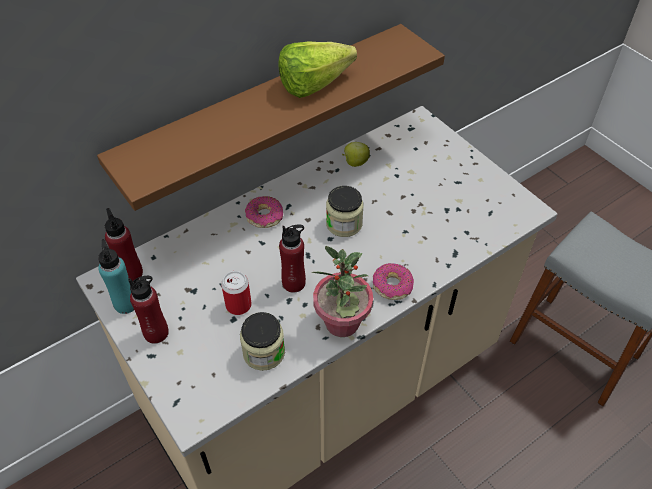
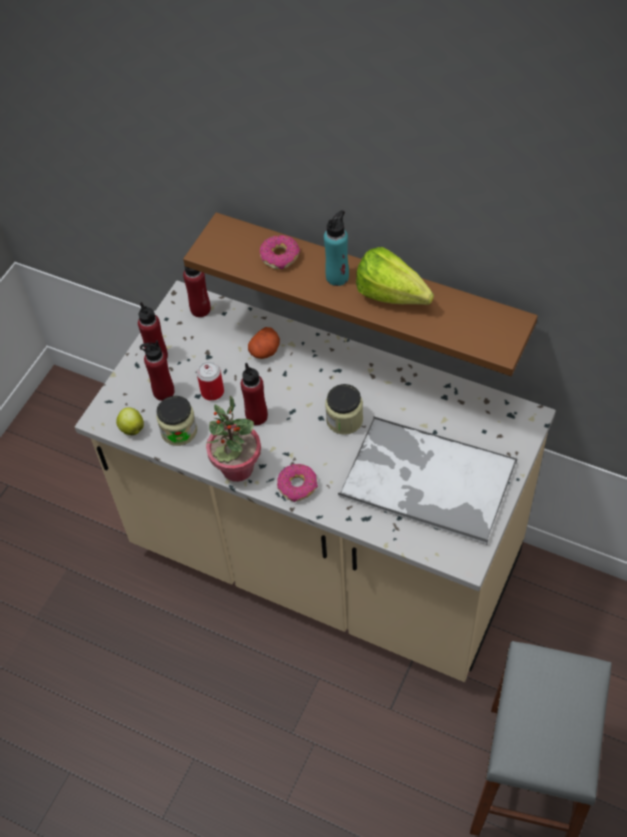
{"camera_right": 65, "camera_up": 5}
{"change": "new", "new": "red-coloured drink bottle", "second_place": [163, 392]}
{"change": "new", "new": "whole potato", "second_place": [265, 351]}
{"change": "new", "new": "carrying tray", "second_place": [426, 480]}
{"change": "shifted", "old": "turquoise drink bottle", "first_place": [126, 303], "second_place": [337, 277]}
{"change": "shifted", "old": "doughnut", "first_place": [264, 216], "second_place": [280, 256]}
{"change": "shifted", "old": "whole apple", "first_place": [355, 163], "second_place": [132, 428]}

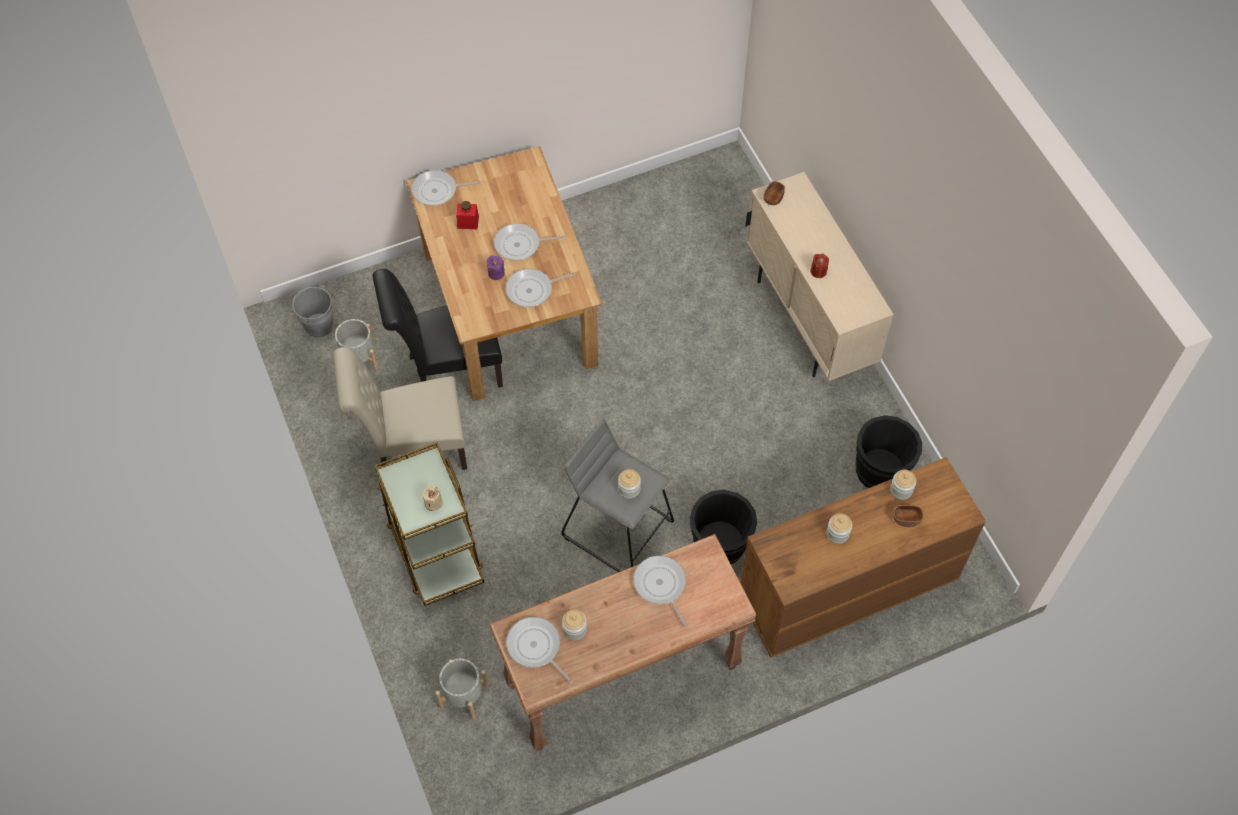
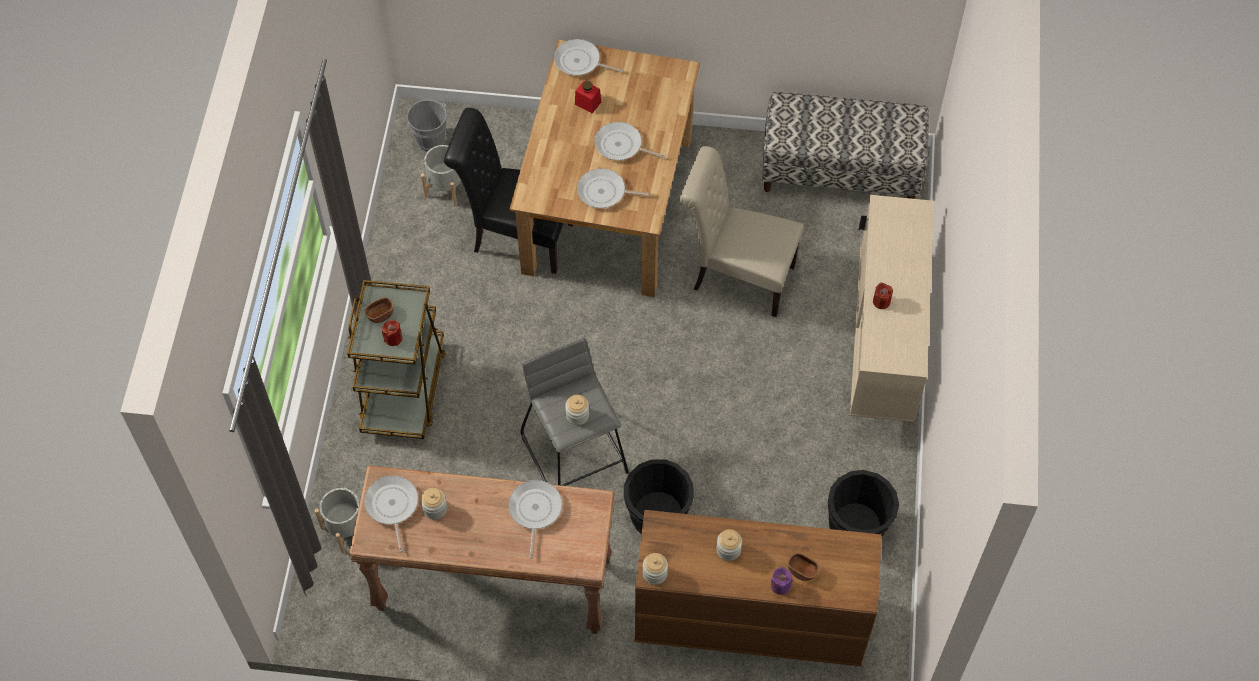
{"camera_right": 30, "camera_up": 0}
{"change": "new", "new": "indoor bench", "second_place": [840, 171]}
{"change": "shifted", "old": "beige plain chair", "first_place": [413, 449], "second_place": [737, 276]}
{"change": "shifted", "old": "purple candle", "first_place": [496, 273], "second_place": [780, 585]}
{"change": "shifted", "old": "brownish bowl", "first_place": [773, 198], "second_place": [380, 314]}
{"change": "shifted", "old": "jar", "first_place": [901, 490], "second_place": [655, 573]}
{"change": "repainted", "old": "beige candle", "new": "red-coloured candle", "first_place": [433, 503], "second_place": [393, 338]}

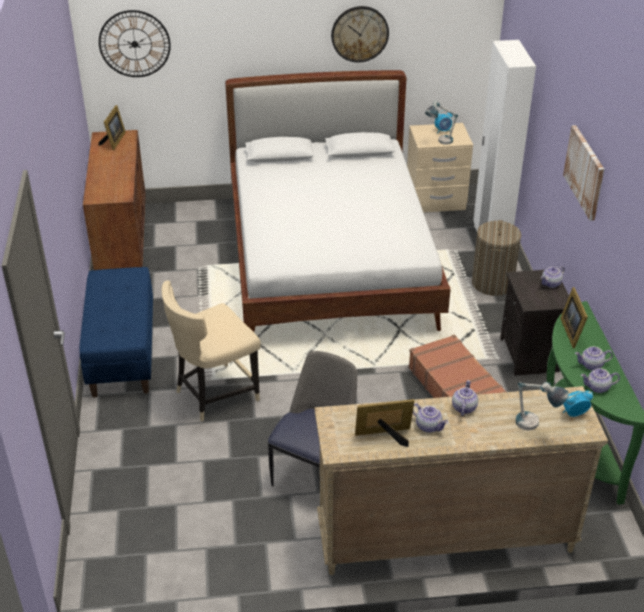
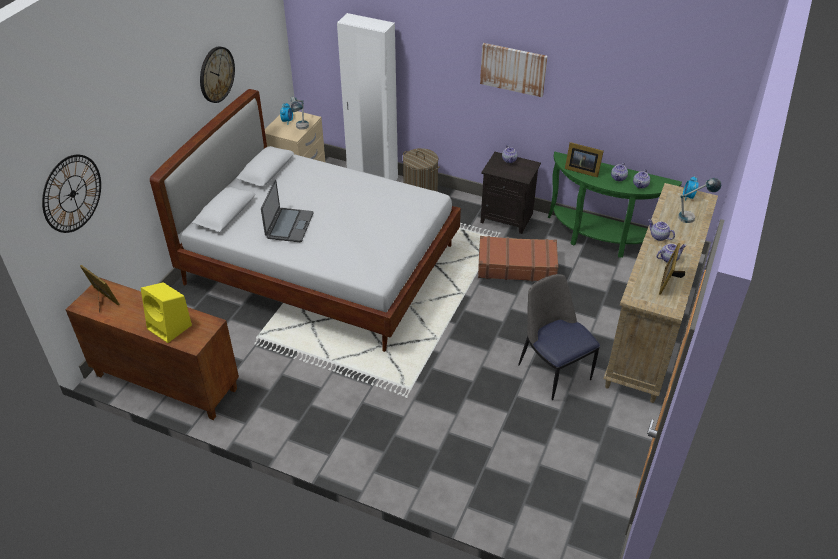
{"camera_right": -60, "camera_up": 5}
{"change": "gone", "old": "bluish indoor bench", "first_place": [122, 353]}
{"change": "gone", "old": "beige plain chair", "first_place": [214, 394]}
{"change": "new", "new": "yellow-coloured audio speaker", "second_place": [170, 327]}
{"change": "new", "new": "portable computer", "second_place": [289, 225]}

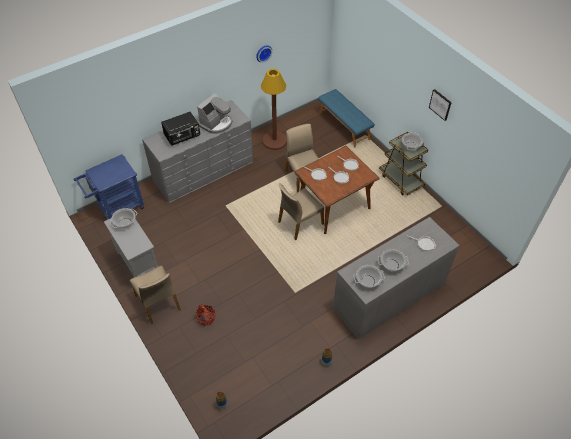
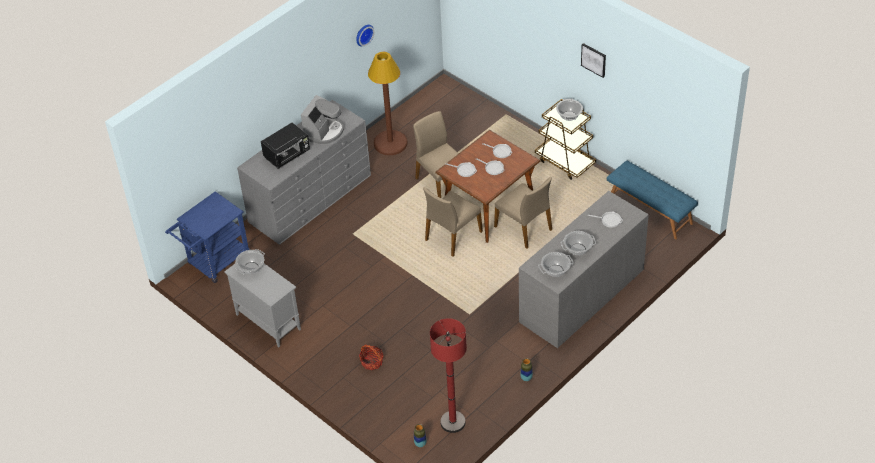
{"camera_right": -10, "camera_up": -5}
{"change": "new", "new": "red-coloured standing lamp", "second_place": [453, 422]}
{"change": "shifted", "old": "beige plain chair", "first_place": [158, 303], "second_place": [524, 228]}
{"change": "shifted", "old": "bluish indoor bench", "first_place": [344, 126], "second_place": [650, 210]}

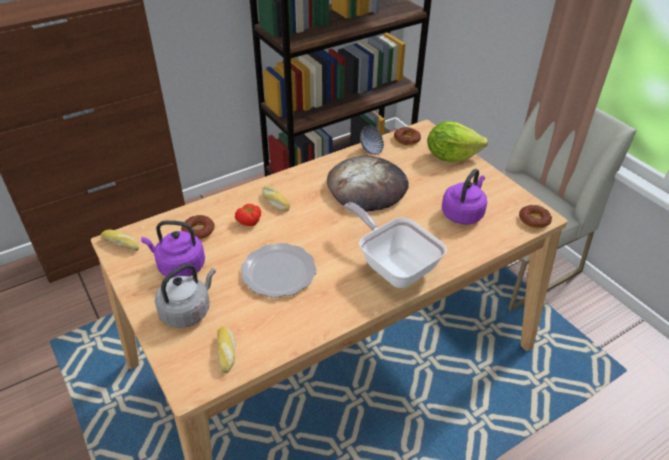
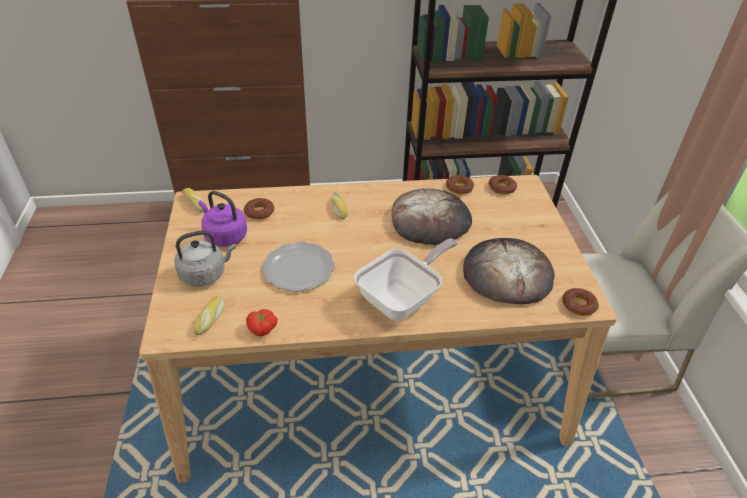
{"camera_right": 25, "camera_up": 0}
{"change": "gone", "old": "lettuce head", "first_place": [451, 156]}
{"change": "shifted", "old": "tomato", "first_place": [249, 222], "second_place": [262, 329]}
{"change": "swapped", "old": "bowl", "new": "doughnut", "first_place": [371, 150], "second_place": [459, 188]}
{"change": "swapped", "old": "purple water kettle", "new": "bread", "first_place": [463, 213], "second_place": [507, 274]}
{"change": "rotated", "old": "pan", "first_place": [393, 265], "second_place": [403, 299], "degrees": 60}

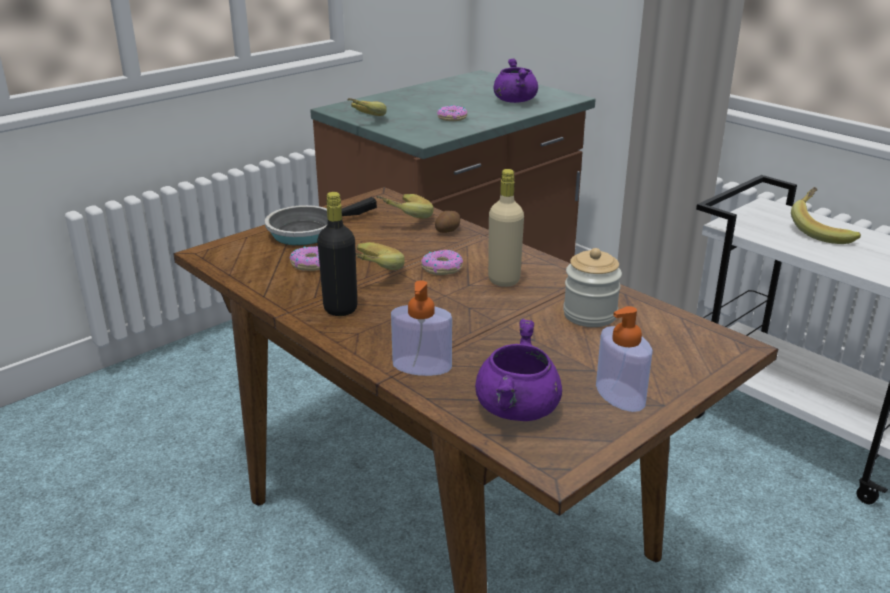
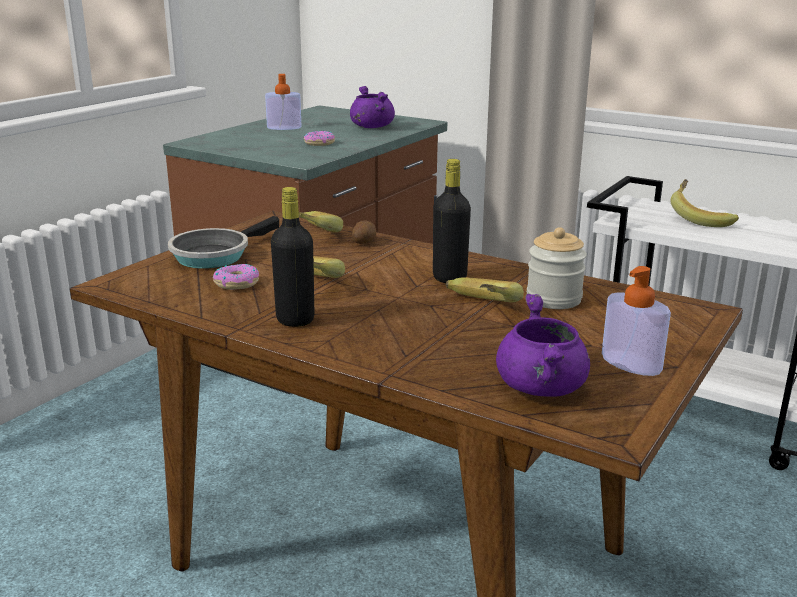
{"camera_right": -15, "camera_up": -5}
{"change": "gone", "old": "doughnut", "first_place": [442, 268]}
{"change": "shifted", "old": "banana", "first_place": [360, 119], "second_place": [477, 310]}
{"change": "shifted", "old": "liquid soap bottle", "first_place": [422, 366], "second_place": [284, 128]}
{"change": "repainted", "old": "beige drink bottle", "new": "black drink bottle", "first_place": [504, 280], "second_place": [449, 278]}

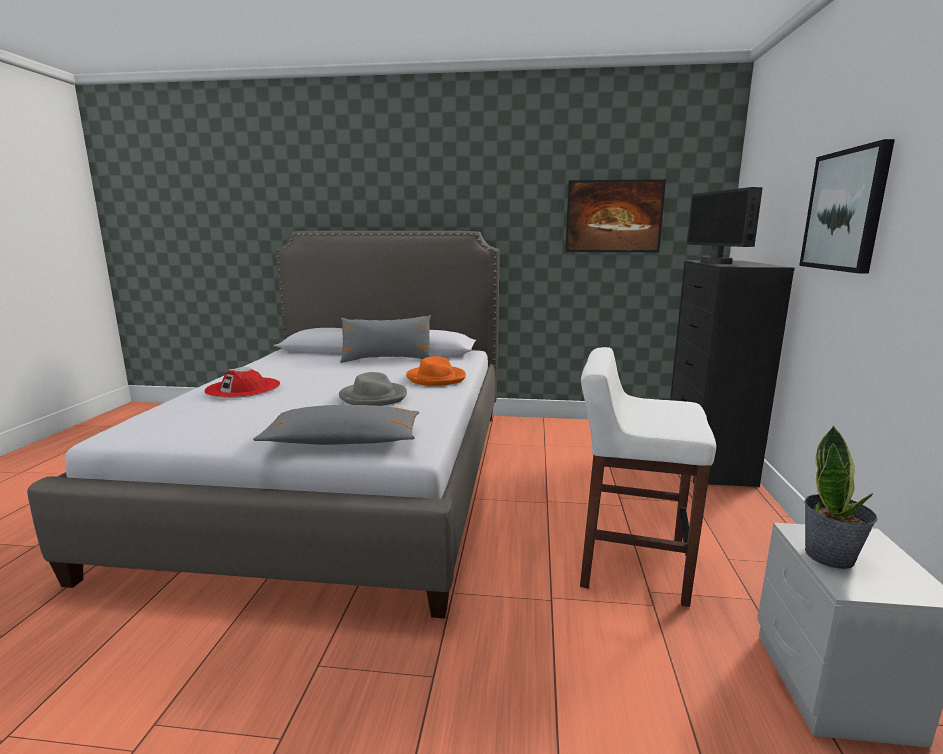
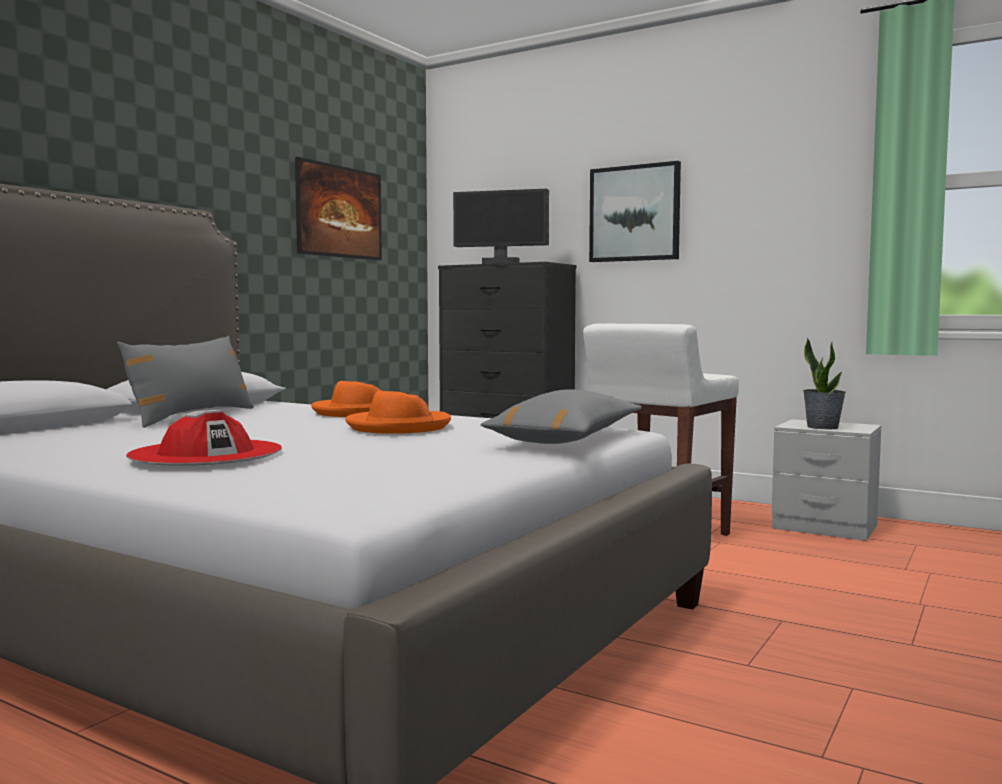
{"camera_right": -65, "camera_up": -10}
{"change": "repainted", "old": "grey hat", "new": "orangey hat", "first_place": [373, 397], "second_place": [398, 426]}

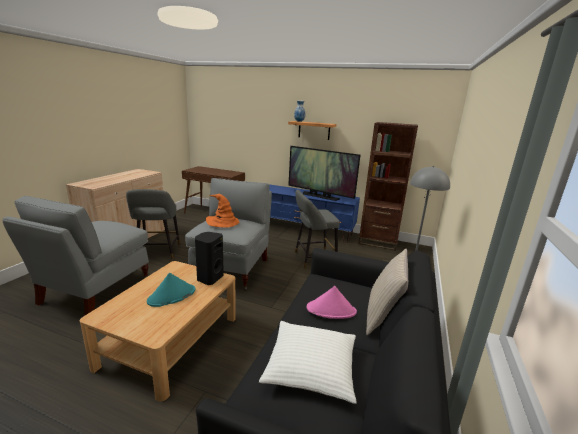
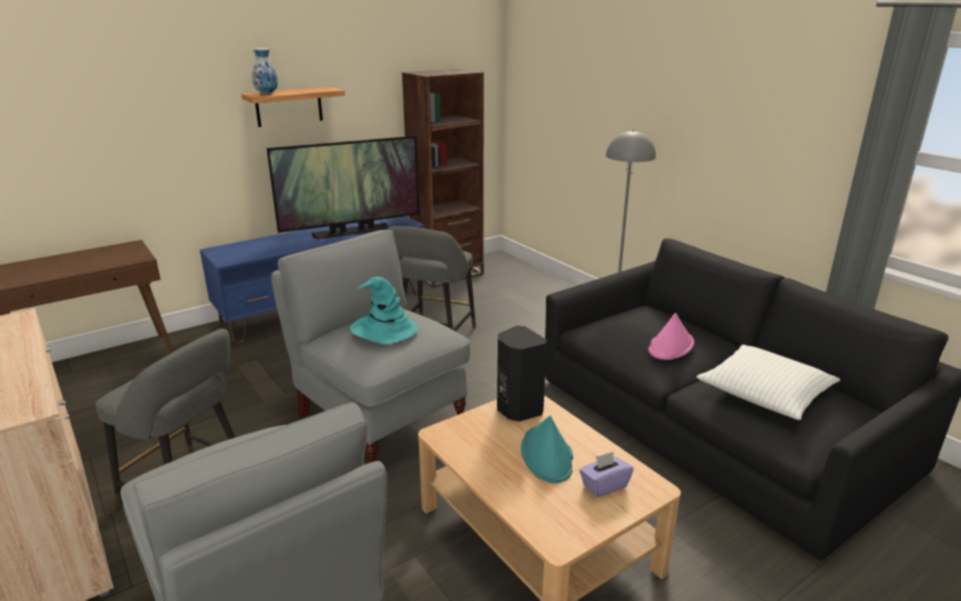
{"camera_right": -55, "camera_up": 5}
{"change": "gone", "old": "beige pillow", "first_place": [382, 316]}
{"change": "new", "new": "purple tissue box", "second_place": [604, 485]}
{"change": "repainted", "old": "orangey hat", "new": "turquoise hat", "first_place": [223, 222], "second_place": [383, 331]}

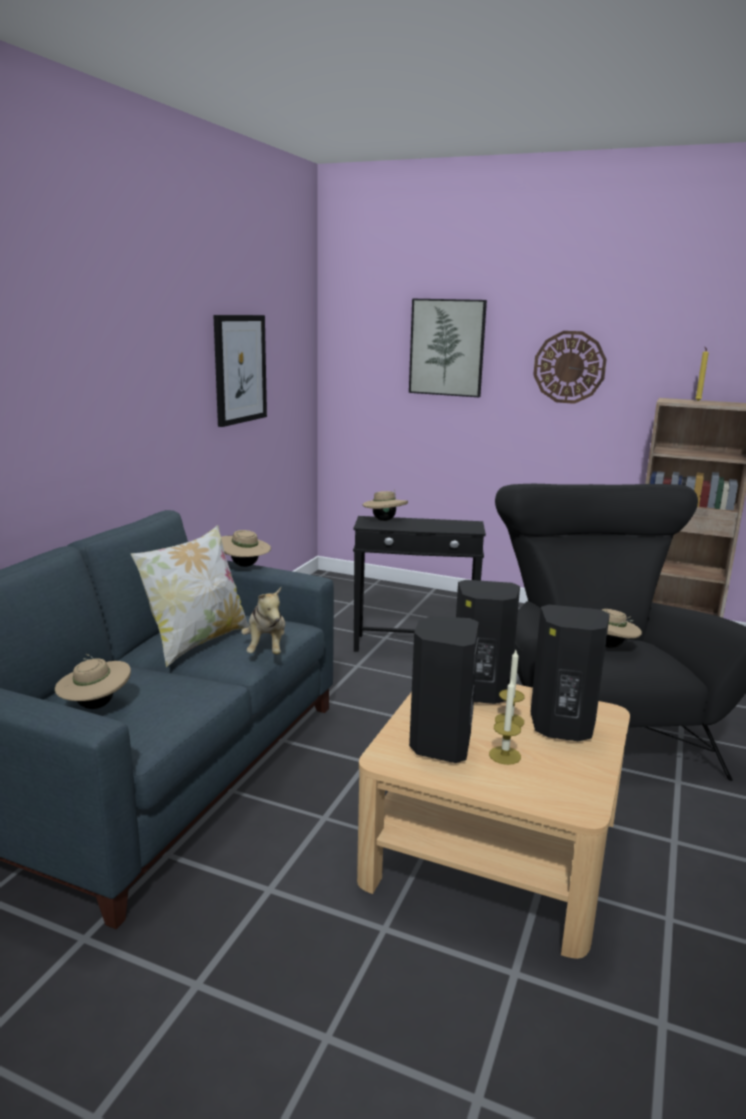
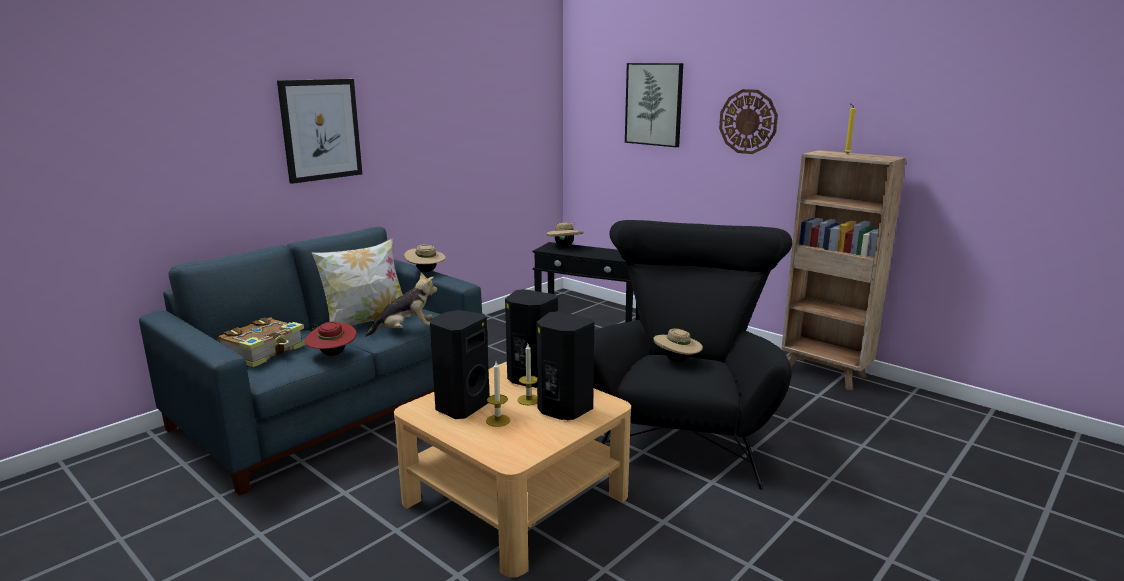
{"camera_right": 20, "camera_up": 0}
{"change": "new", "new": "red-coloured hat", "second_place": [332, 354]}
{"change": "shifted", "old": "wall picture", "first_place": [239, 369], "second_place": [320, 130]}
{"change": "swapped", "old": "beige hat", "new": "book", "first_place": [95, 705], "second_place": [265, 351]}
{"change": "rotated", "old": "plush toy", "first_place": [266, 649], "second_place": [405, 331], "degrees": -120}

